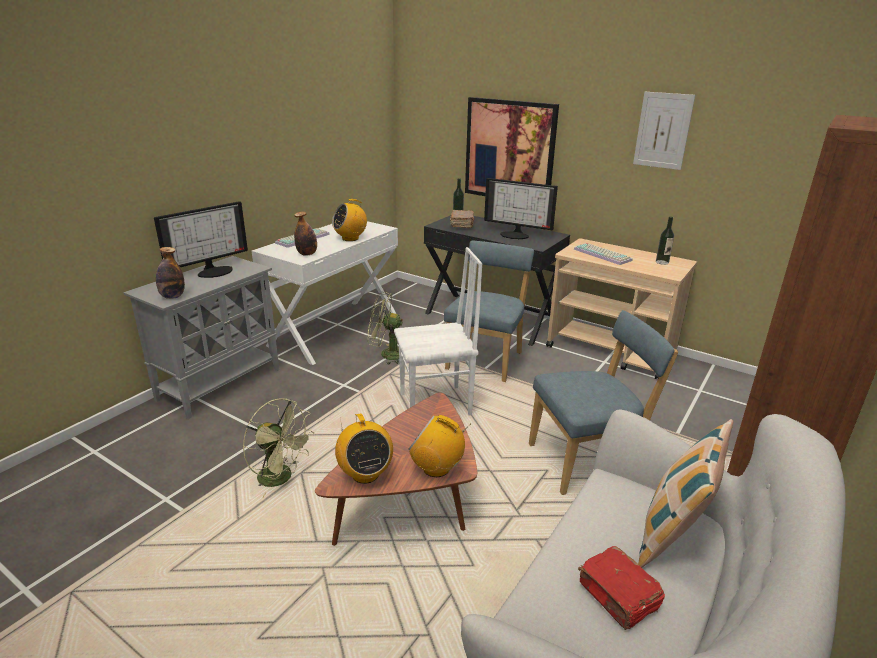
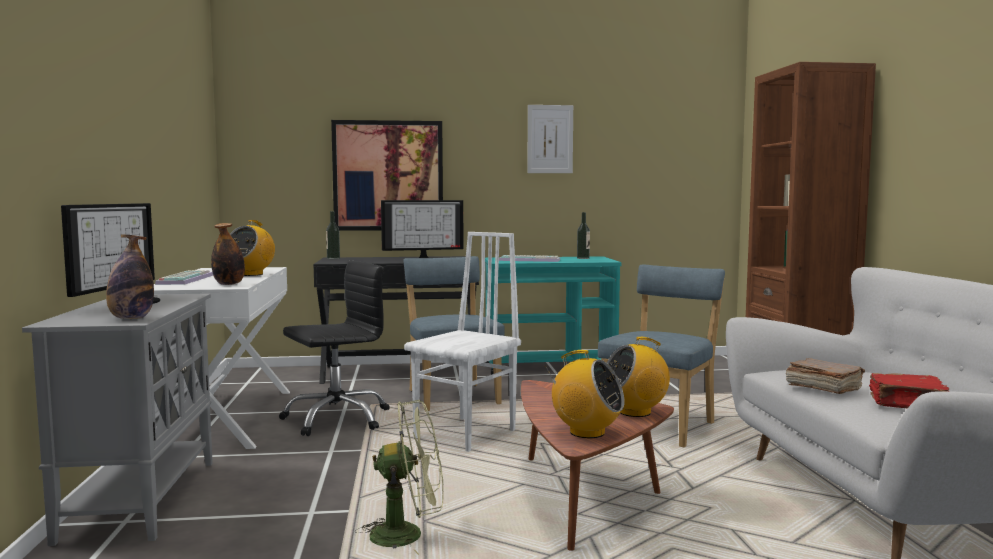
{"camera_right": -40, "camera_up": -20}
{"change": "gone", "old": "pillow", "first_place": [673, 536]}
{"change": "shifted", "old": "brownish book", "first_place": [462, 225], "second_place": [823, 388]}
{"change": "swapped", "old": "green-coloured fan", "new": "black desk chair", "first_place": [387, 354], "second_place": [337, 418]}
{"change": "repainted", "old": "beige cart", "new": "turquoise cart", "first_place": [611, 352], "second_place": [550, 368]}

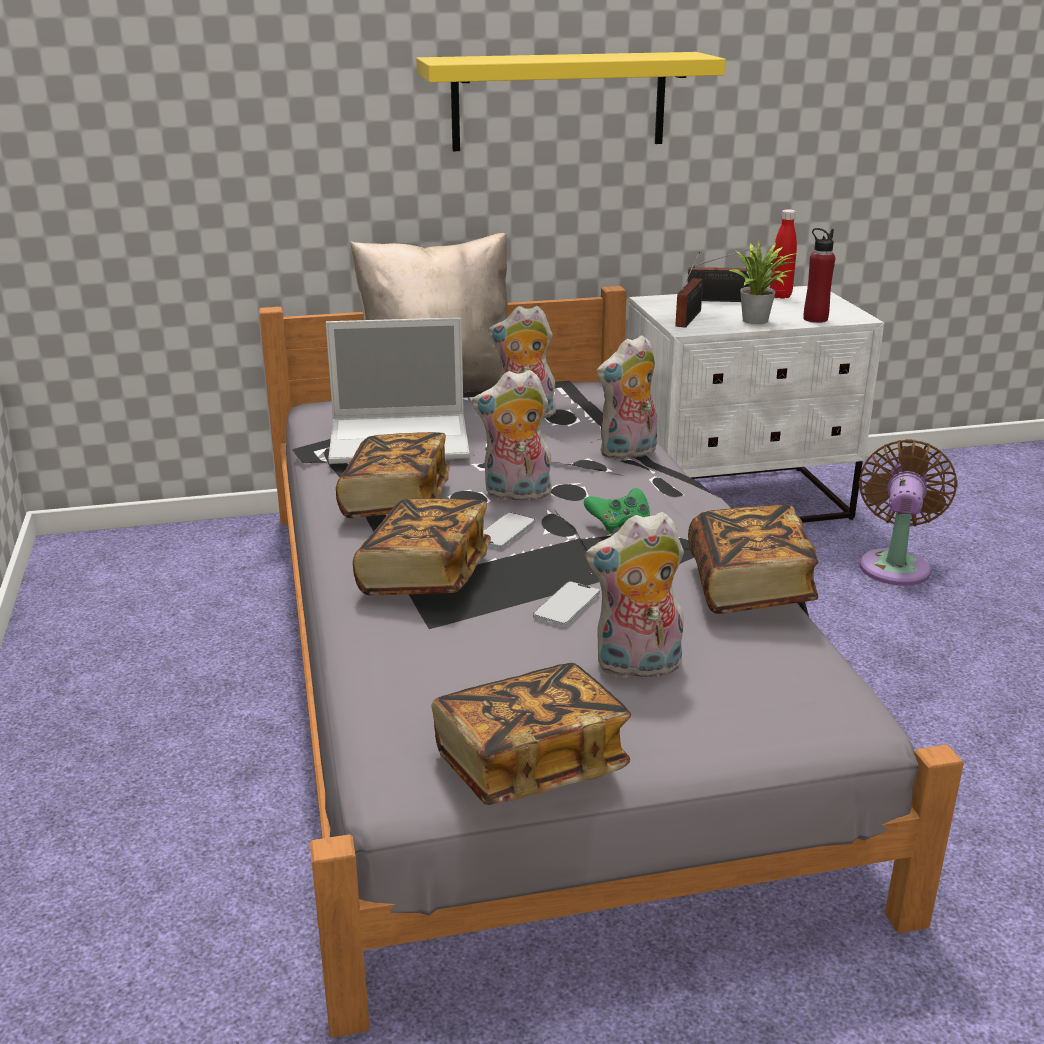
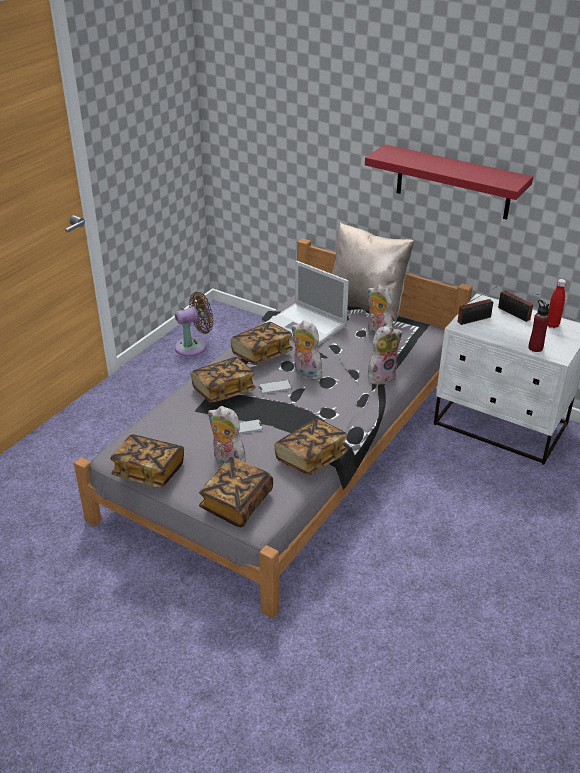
{"camera_right": 45, "camera_up": 10}
{"change": "gone", "old": "green-coloured game controller", "first_place": [619, 524]}
{"change": "gone", "old": "plant in a pot", "first_place": [758, 321]}
{"change": "new", "new": "book", "second_place": [236, 503]}
{"change": "shifted", "old": "brownish fan", "first_place": [895, 564], "second_place": [194, 346]}
{"change": "repainted", "old": "yellow-coloured shelf", "new": "red-coloured shelf", "first_place": [559, 101], "second_place": [453, 182]}
{"change": "rotated", "old": "plush toy", "first_place": [628, 453], "second_place": [381, 376], "degrees": 135}

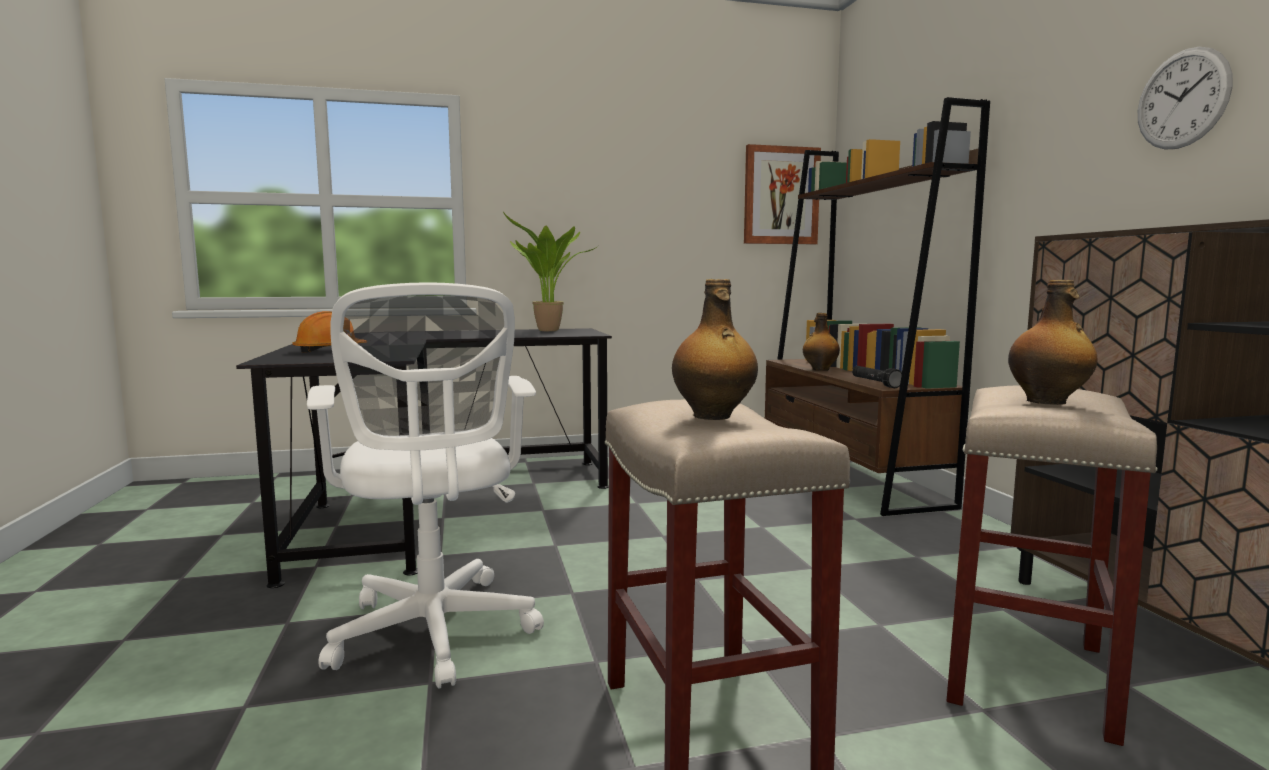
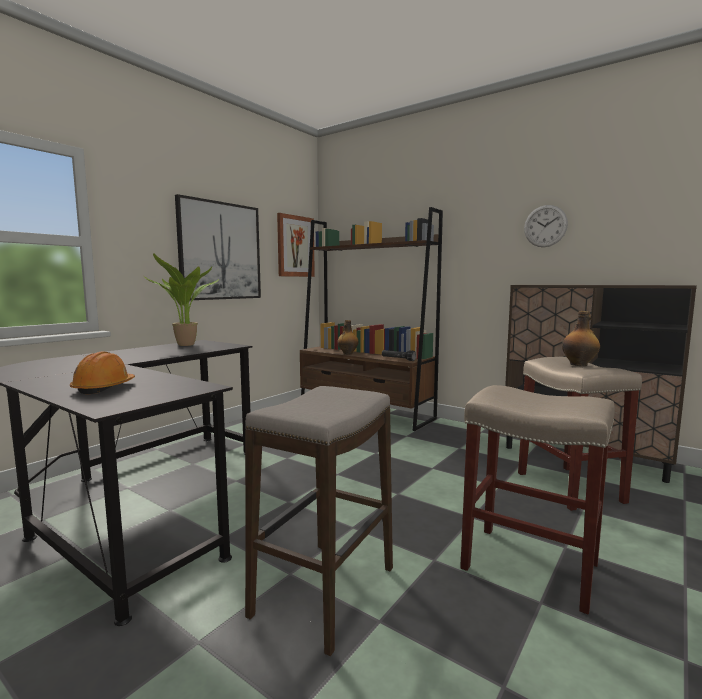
{"camera_right": -40, "camera_up": 0}
{"change": "gone", "old": "drink bottle", "first_place": [713, 416]}
{"change": "new", "new": "wall picture", "second_place": [220, 251]}
{"change": "swapped", "old": "white-coloured desk chair", "new": "sitting stool", "first_place": [434, 635], "second_place": [325, 591]}

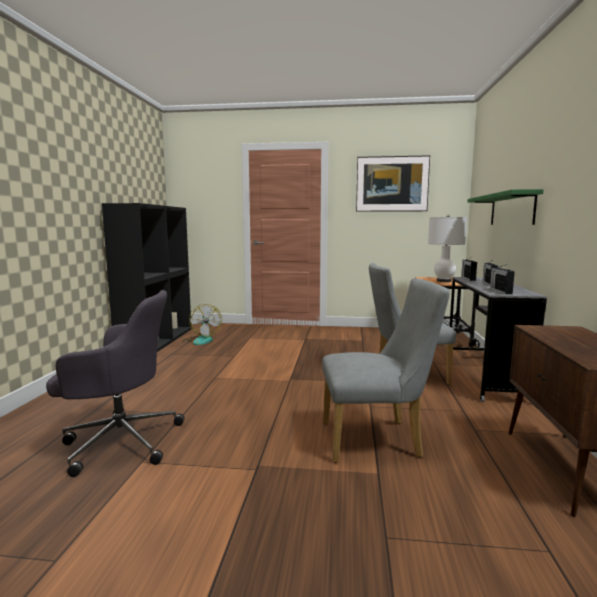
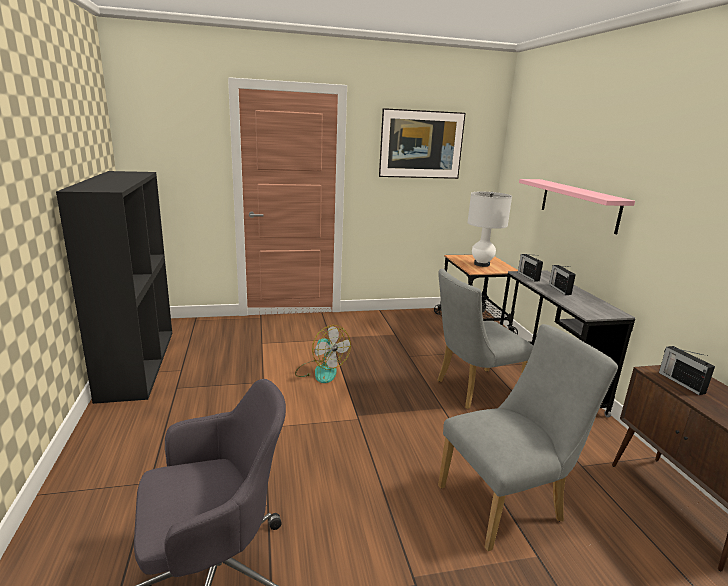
{"camera_right": -20, "camera_up": 10}
{"change": "shifted", "old": "fan", "first_place": [202, 340], "second_place": [321, 371]}
{"change": "shifted", "old": "radio receiver", "first_place": [500, 291], "second_place": [680, 382]}
{"change": "repainted", "old": "green-coloured shelf", "new": "pink shelf", "first_place": [511, 209], "second_place": [578, 204]}

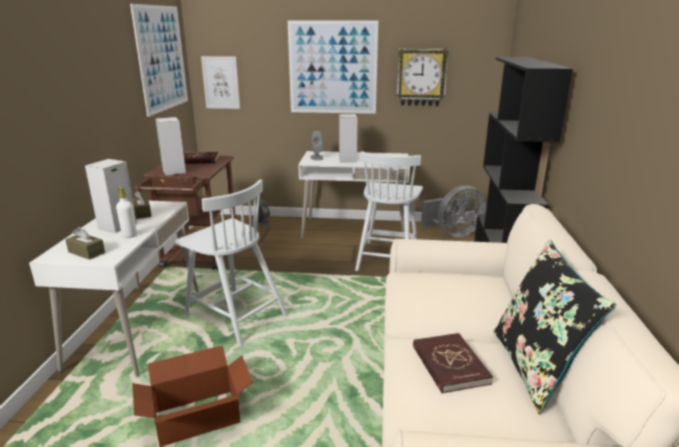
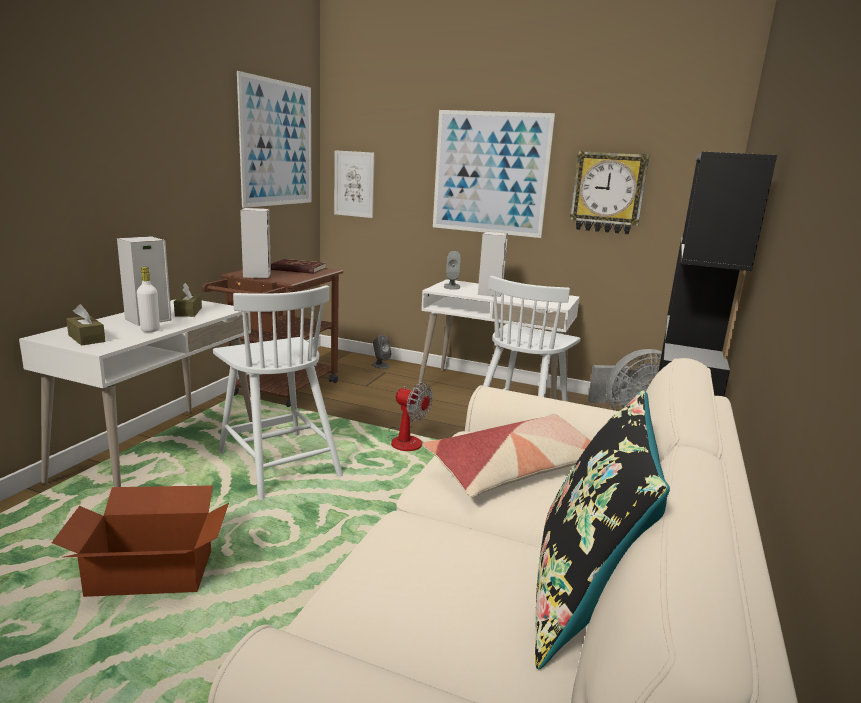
{"camera_right": 15, "camera_up": -5}
{"change": "gone", "old": "red-coloured book", "first_place": [449, 365]}
{"change": "new", "new": "fan", "second_place": [405, 439]}
{"change": "new", "new": "pillow", "second_place": [516, 469]}

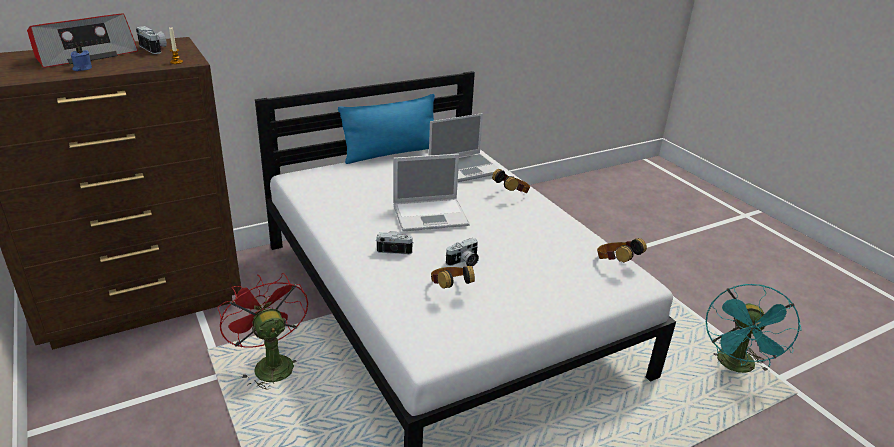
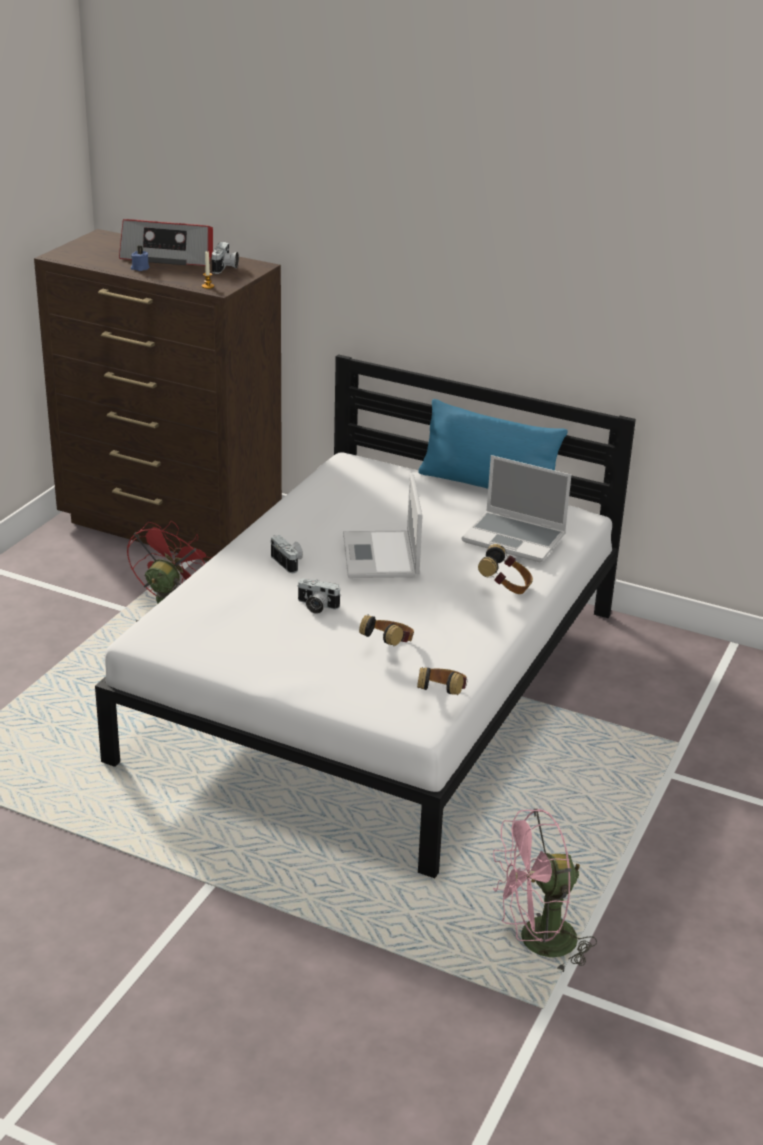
{"camera_right": 55, "camera_up": 0}
{"change": "shifted", "old": "headphones", "first_place": [450, 289], "second_place": [388, 647]}
{"change": "repainted", "old": "turquoise fan", "new": "pink fan", "first_place": [737, 367], "second_place": [536, 942]}
{"change": "rotated", "old": "portable computer", "first_place": [431, 214], "second_place": [381, 556], "degrees": 45}

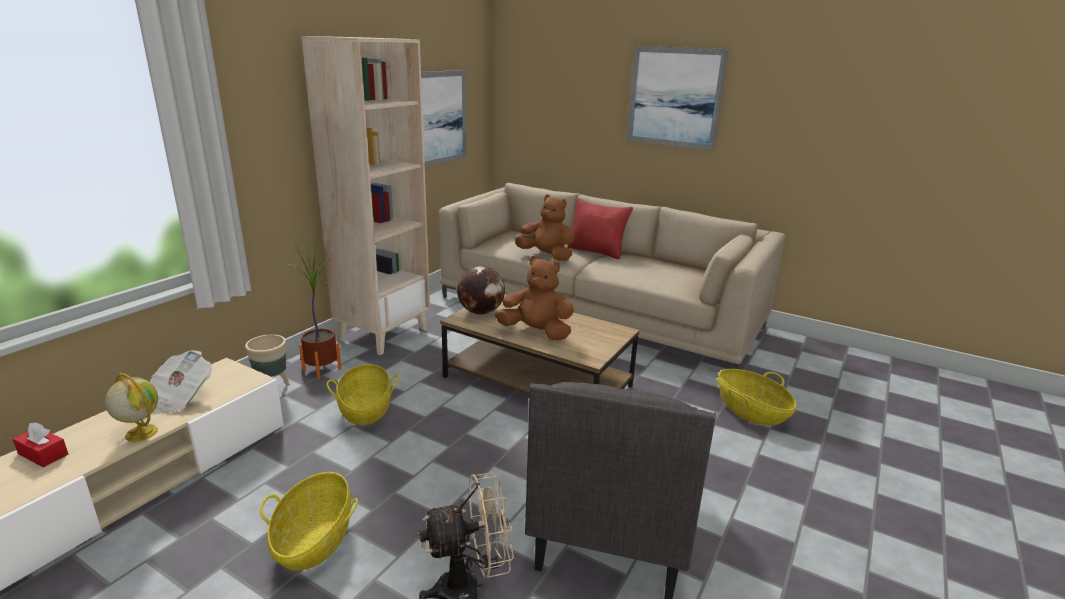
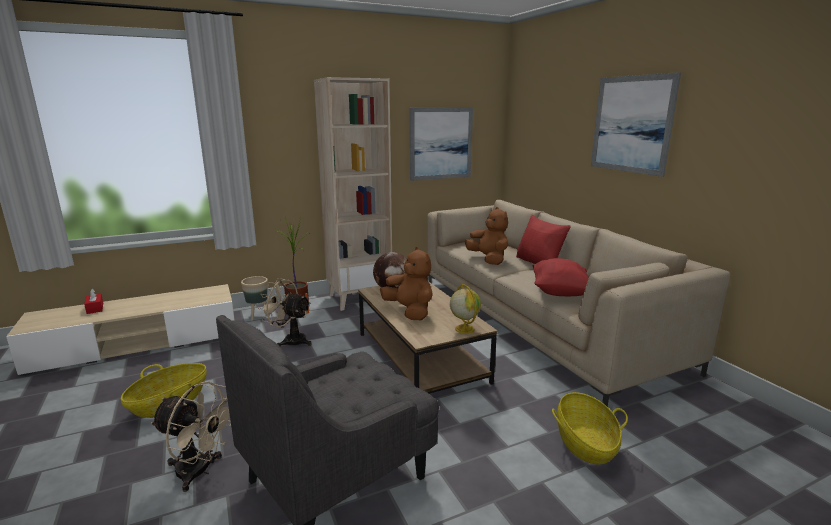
{"camera_right": 35, "camera_up": -5}
{"change": "gone", "old": "newspaper", "first_place": [179, 398]}
{"change": "new", "new": "red-coloured pillow", "second_place": [560, 292]}
{"change": "shifted", "old": "world globe", "first_place": [140, 433], "second_place": [464, 329]}
{"change": "swapped", "old": "basket", "new": "beige fan", "first_place": [365, 409], "second_place": [290, 340]}

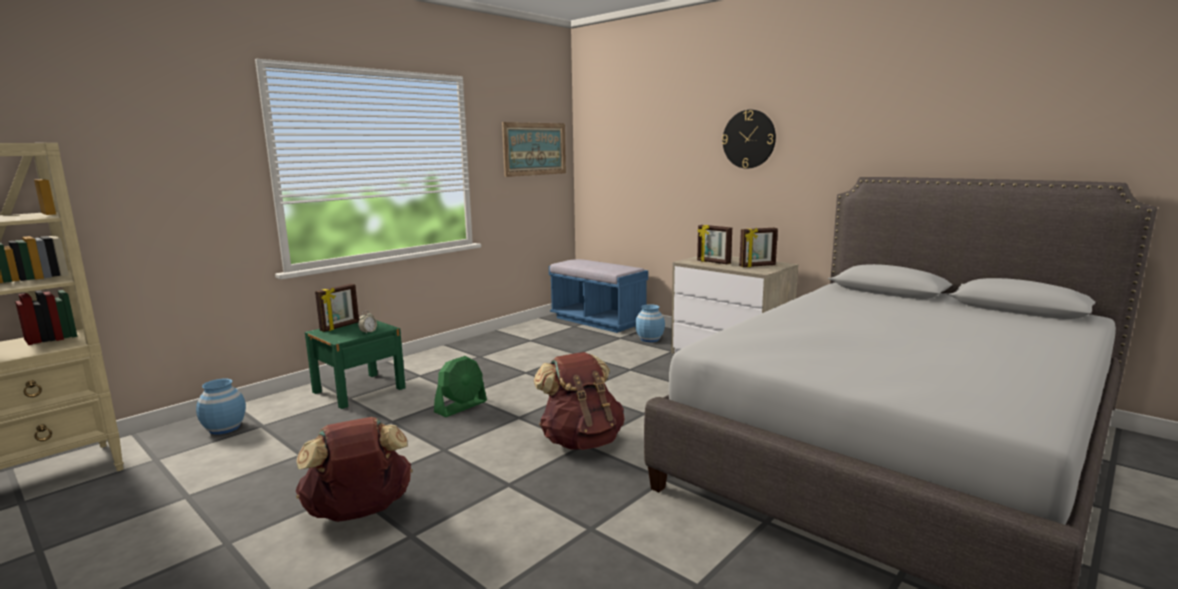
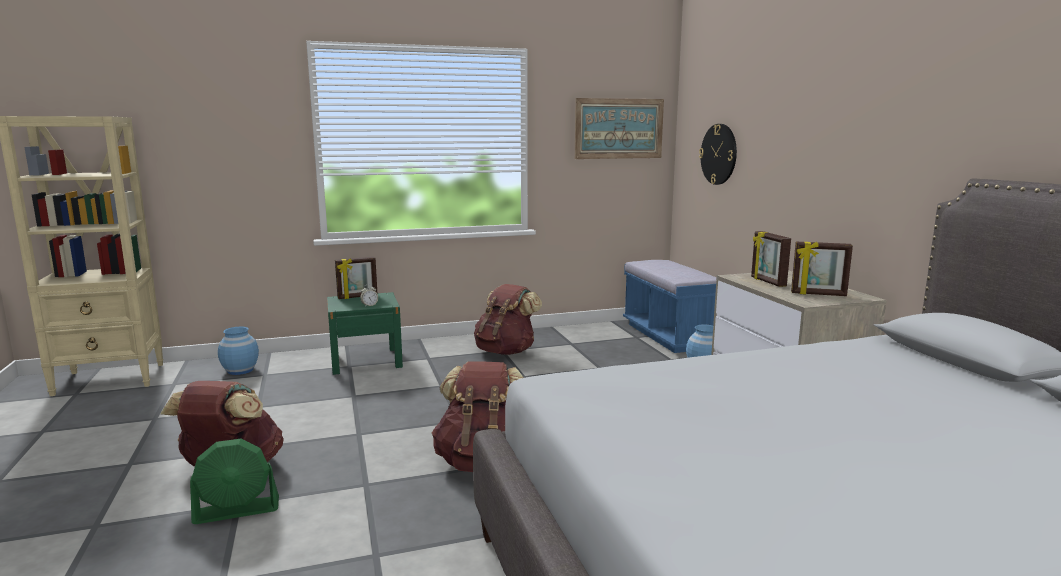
{"camera_right": 30, "camera_up": 0}
{"change": "new", "new": "brownish backpack", "second_place": [506, 351]}
{"change": "shifted", "old": "green-coloured fan", "first_place": [461, 407], "second_place": [237, 510]}
{"change": "shifted", "old": "wall clock", "first_place": [749, 139], "second_place": [719, 154]}

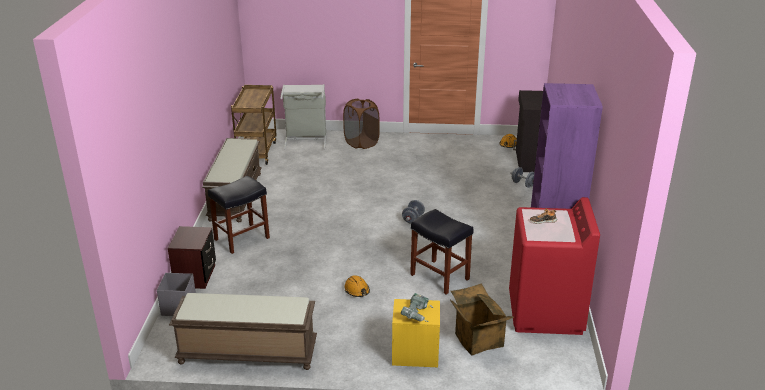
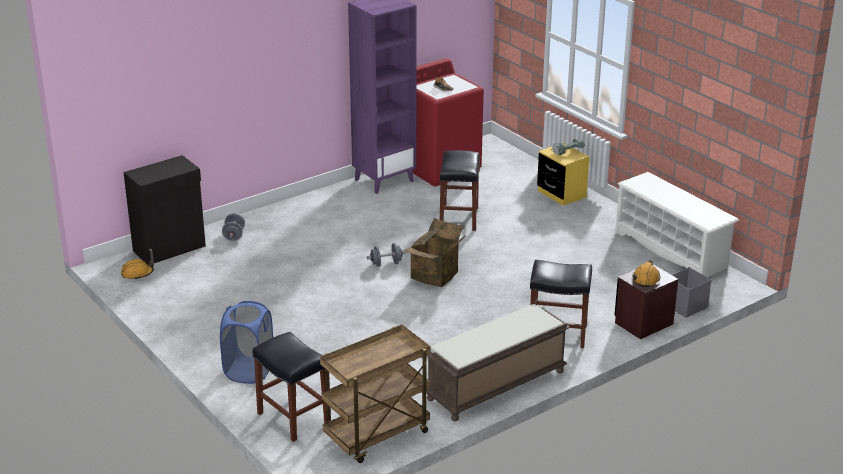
{"camera_right": -130, "camera_up": 0}
{"change": "shifted", "old": "orangey safety helmet", "first_place": [357, 290], "second_place": [646, 278]}
{"change": "shifted", "old": "cardboard box", "first_place": [476, 340], "second_place": [436, 276]}
{"change": "swapped", "old": "brownish indoor bench", "new": "white-coloured shoe stand", "first_place": [246, 353], "second_place": [671, 250]}
{"change": "swapped", "old": "grey hamper", "new": "black sitting stool", "first_place": [305, 140], "second_place": [292, 418]}
{"change": "repainted", "old": "brownish hamper", "new": "bluish hamper", "first_place": [361, 143], "second_place": [249, 371]}

